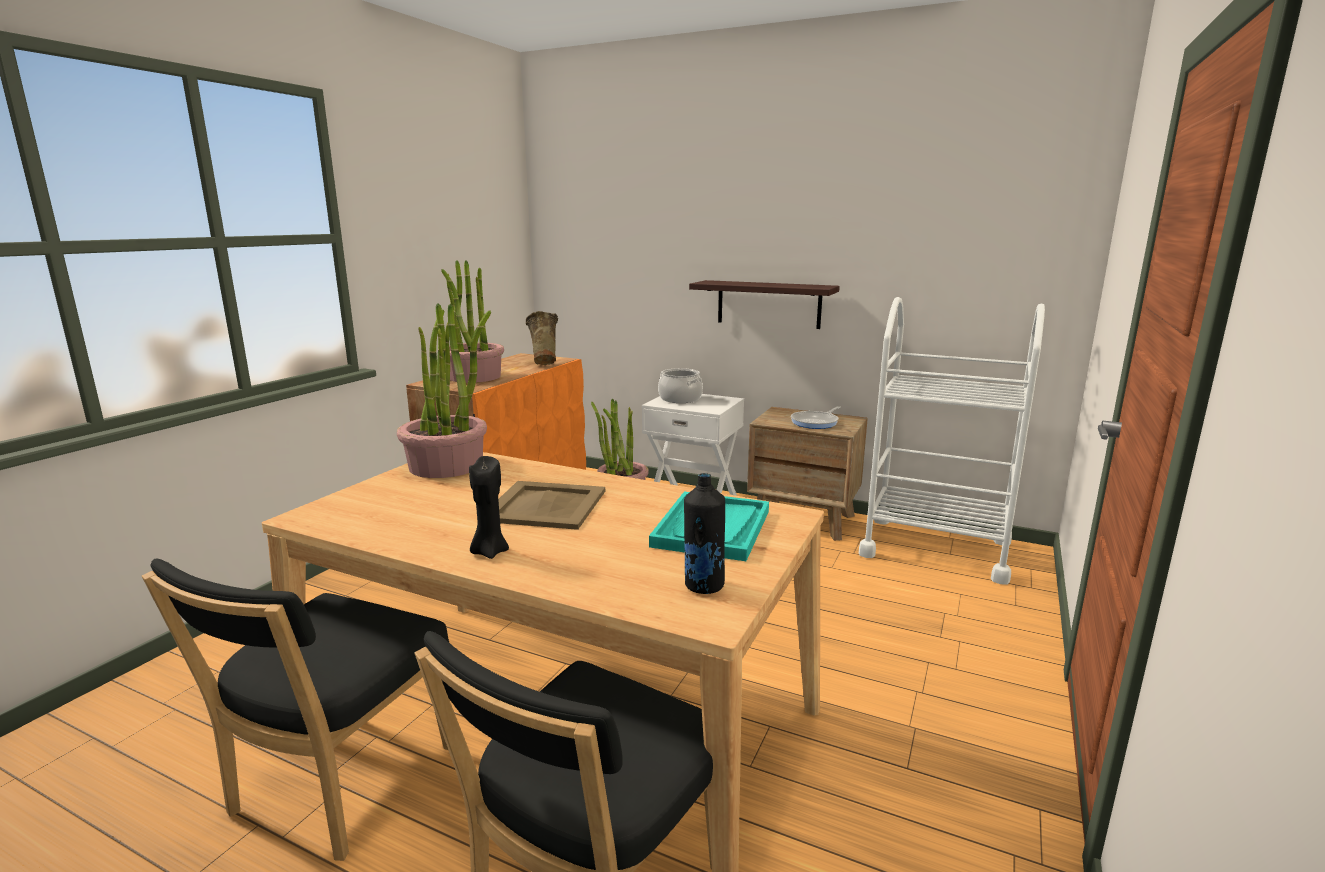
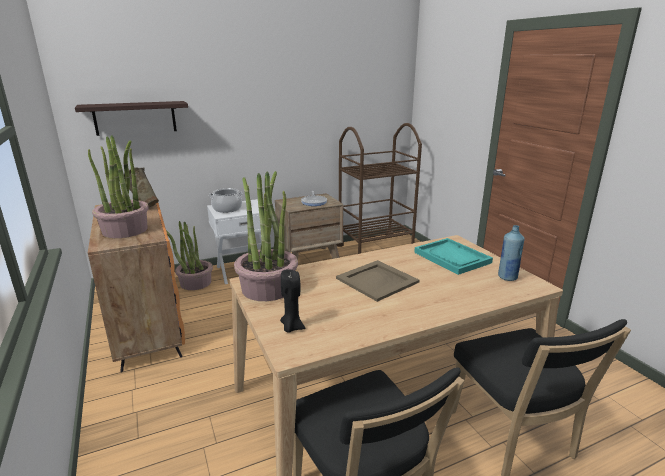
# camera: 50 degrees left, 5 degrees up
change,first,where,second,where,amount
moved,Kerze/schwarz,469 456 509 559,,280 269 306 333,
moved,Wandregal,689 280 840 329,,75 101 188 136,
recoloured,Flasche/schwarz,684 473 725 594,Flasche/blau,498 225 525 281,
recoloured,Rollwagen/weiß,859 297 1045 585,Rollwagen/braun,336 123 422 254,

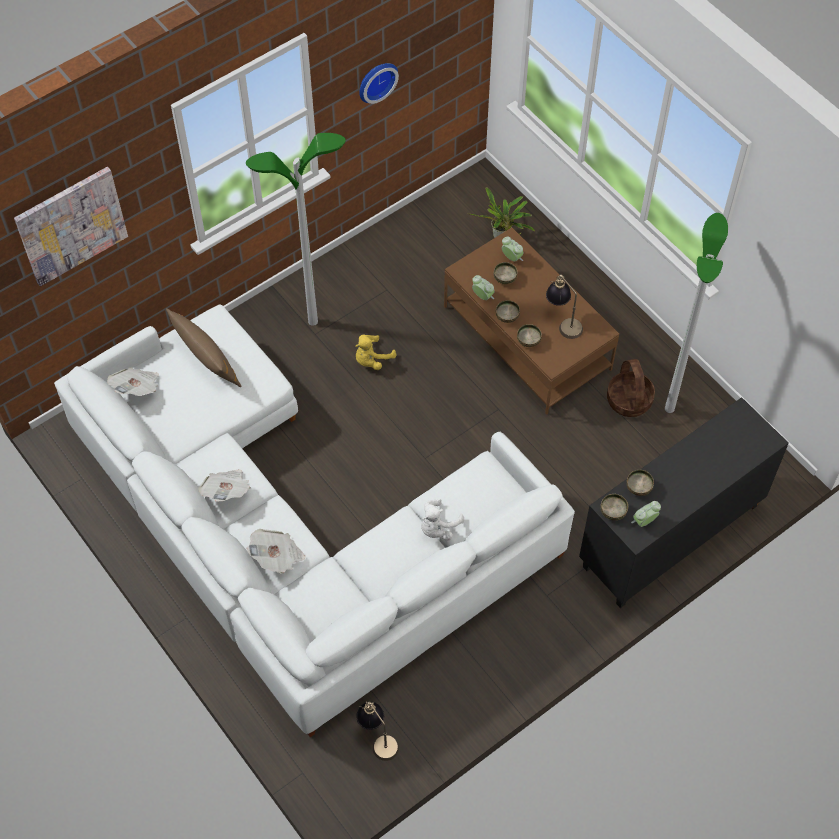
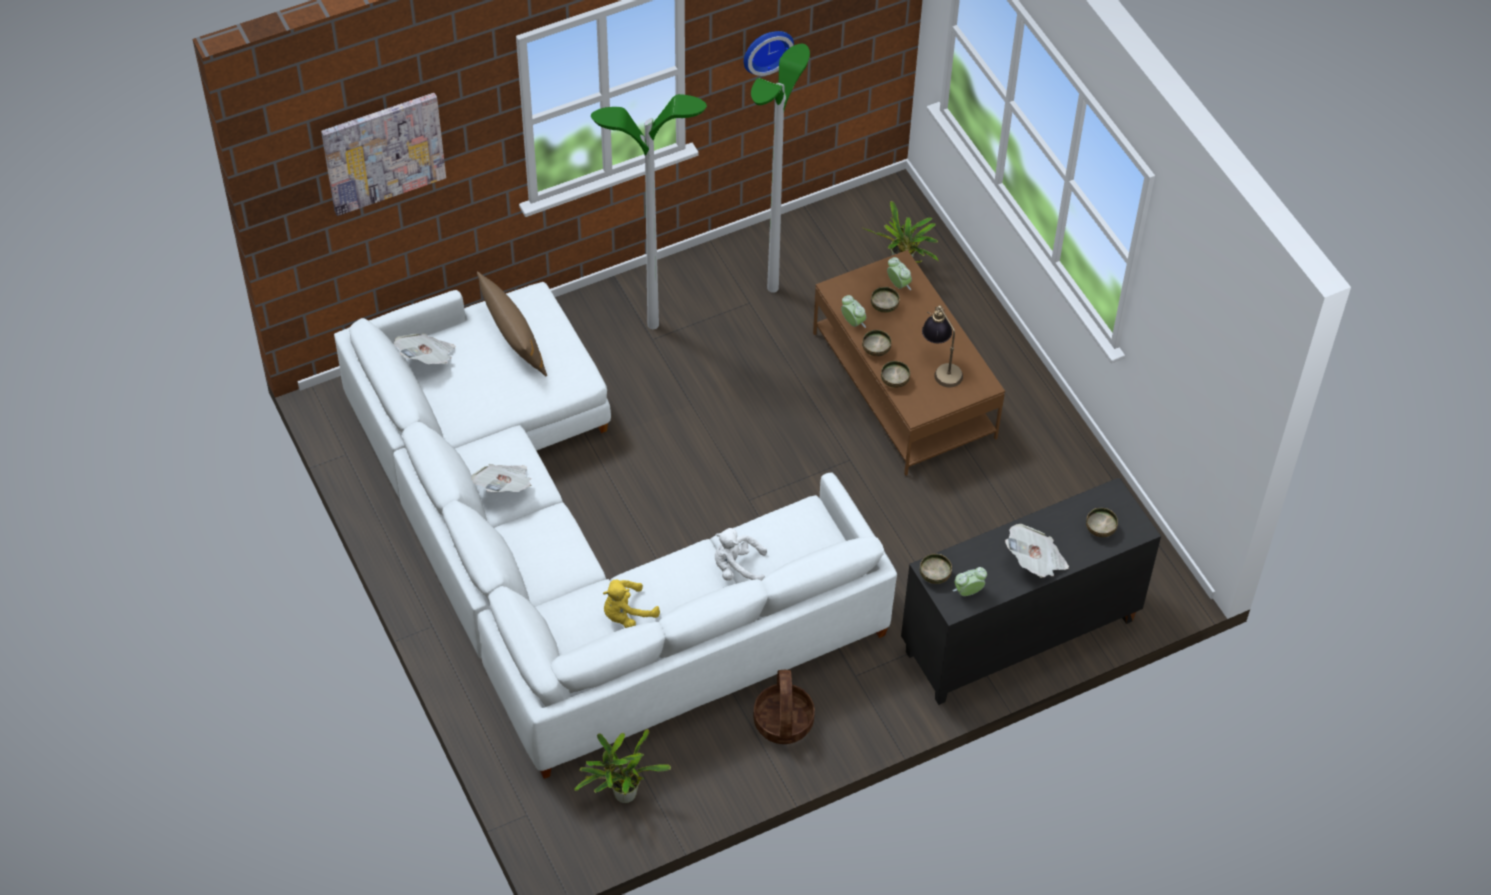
# camera: 10 degrees right, 5 degrees down
change,first,where,second,where,amount
moved,Zeitung,246 529 305 574,,1005 524 1069 578,
moved,Plüschtier/gelb,355 335 396 370,,603 580 660 628,
moved,Korb,607 359 655 417,,753 670 815 744,
moved,Schüssel,626 470 654 496,,1086 508 1118 537,
moved,Stehlampe,665 213 728 413,,751 44 810 293,
replaced,Tischlampe,356 701 399 761,Topfpflanze,574 729 671 803,
turned,Plüschtier/weiß,421 499 464 541,,715 528 767 581,45 degrees clockwise

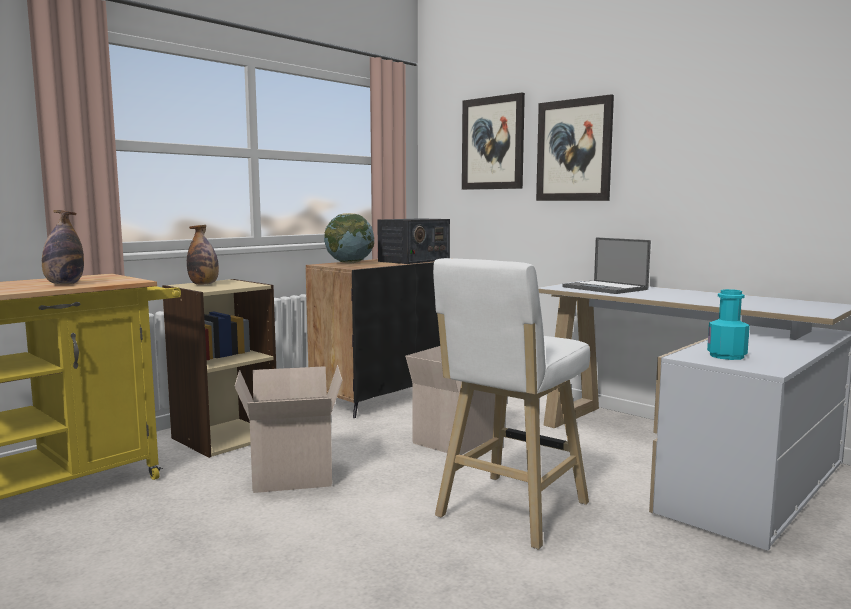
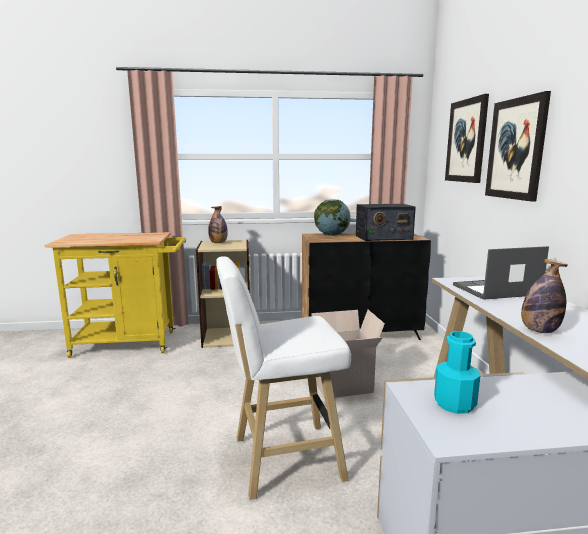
# camera: 40 degrees right, 5 degrees up
change,first,where,second,where,amount
removed,Karton,235 365 342 493,,,
moved,Flasche,42 210 84 284,,521 259 568 333,
turned,Laptop,562 237 651 294,,453 246 549 300,75 degrees clockwise

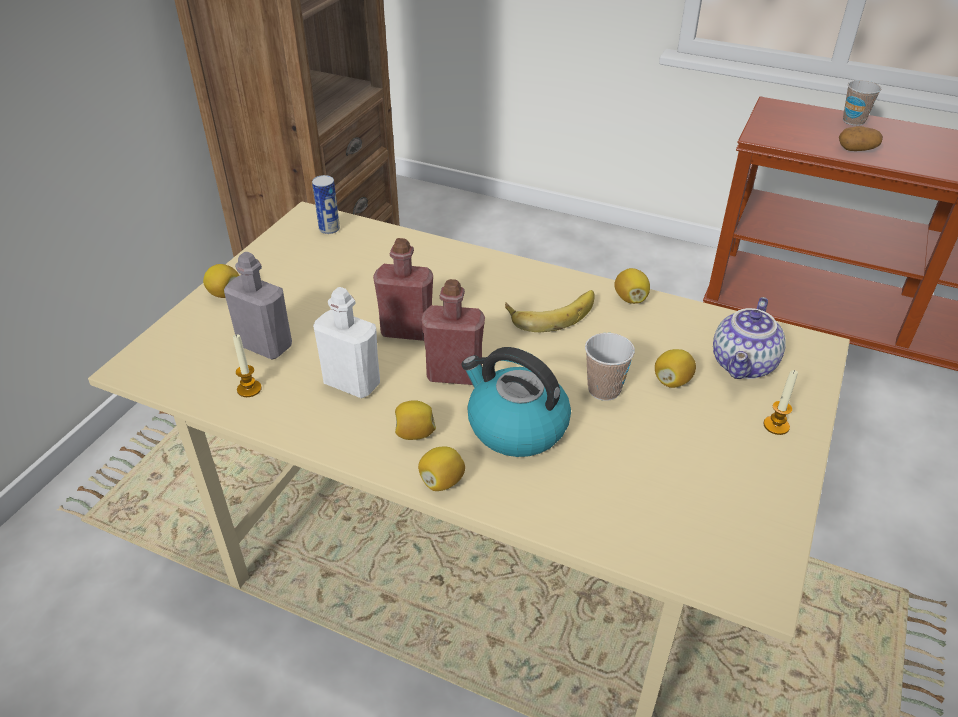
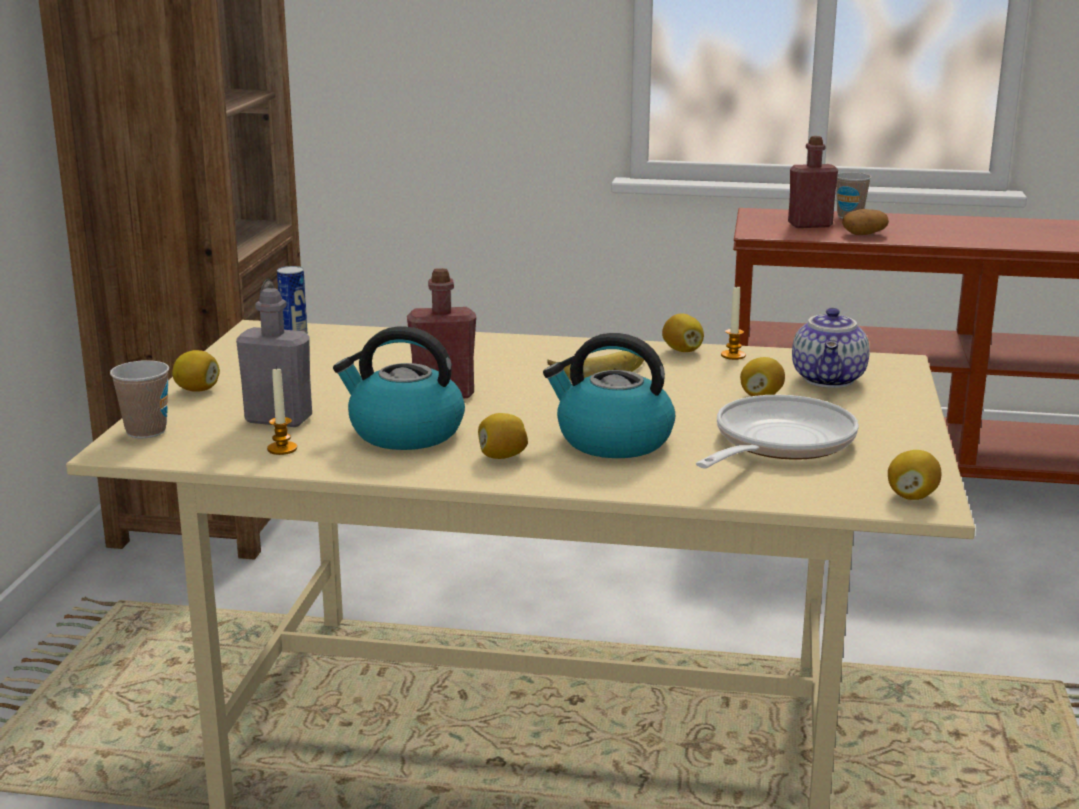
# camera: 15 degrees left, 20 degrees down
change,first,where,second,where,amount
added,,,Pfanne,696 395 859 469,
moved,Zitrone,418 446 465 491,,888 450 941 500,
moved,Flasche/rot,421 279 485 385,,788 136 838 228,
moved,Tasse,585 333 635 401,,110 360 169 438,
moved,Kerze,764 370 798 435,,721 287 746 360,
replaced,Flasche/weiß,313 287 380 398,Wasserkessel,333 327 465 450,

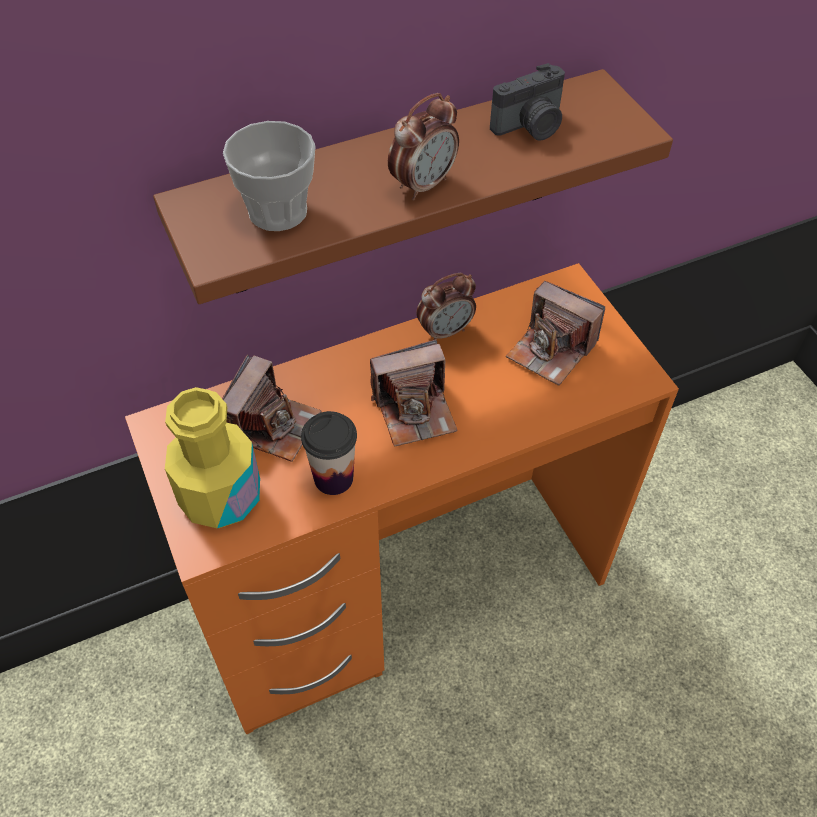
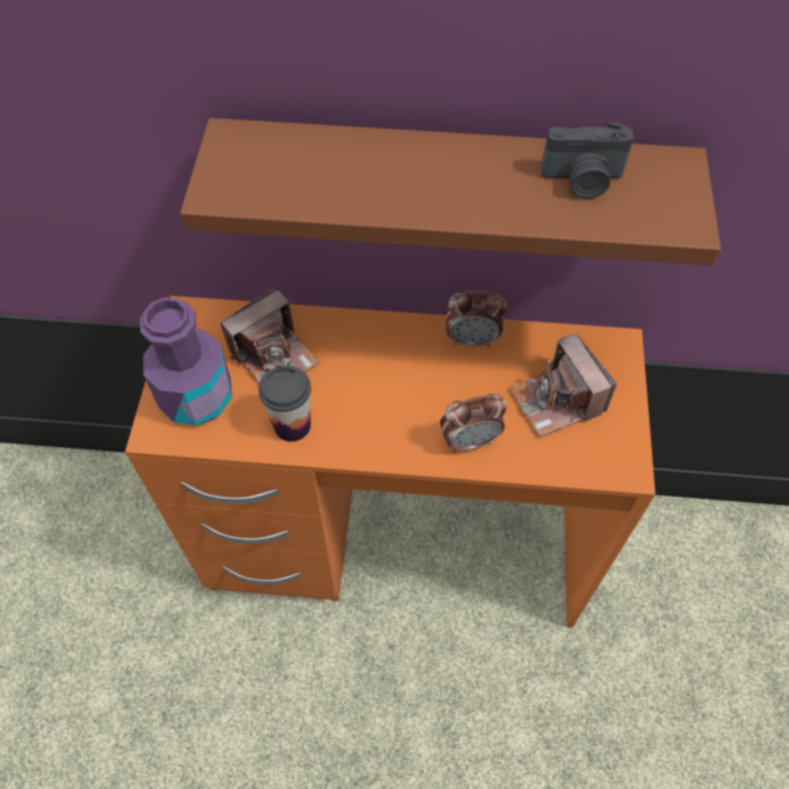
# camera: 30 degrees right, 5 degrees up
change,first,where,second,where,amount
removed,Tasse,223 121 316 231,,,
removed,Kamera,370 339 458 447,,,
moved,Wecker,388 93 459 201,,440 393 507 453,
recoloured,Flasche/gelb,165 387 260 528,Flasche/lila,140 297 232 425,

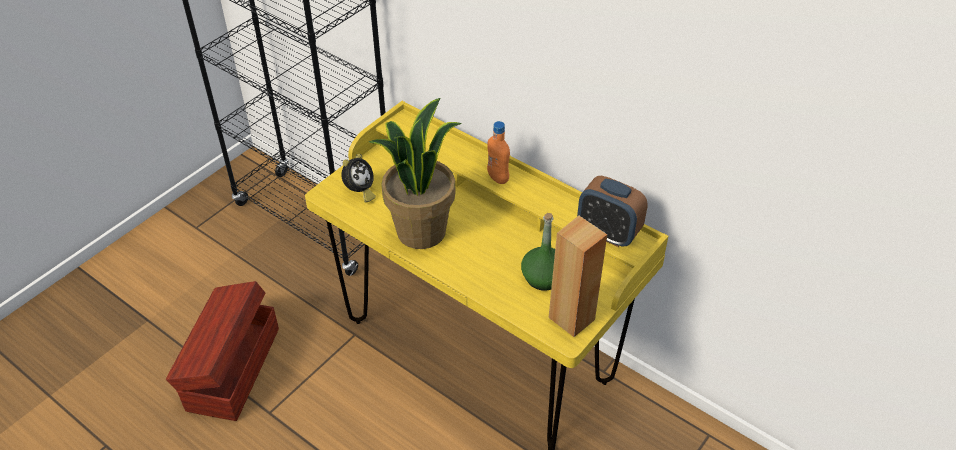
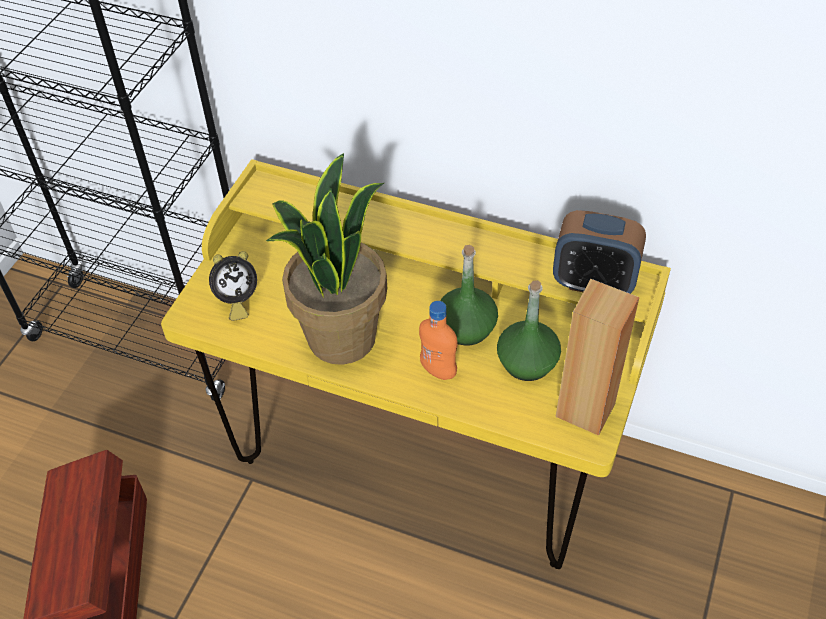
# camera: 15 degrees left, 5 degrees up
change,first,where,second,where,amount
added,,,Flasche/grün,440 245 498 346,
moved,Flasche/orange,487 121 510 184,,419 301 457 380,
turned,Wecker,341 154 376 203,,209 251 257 321,45 degrees clockwise

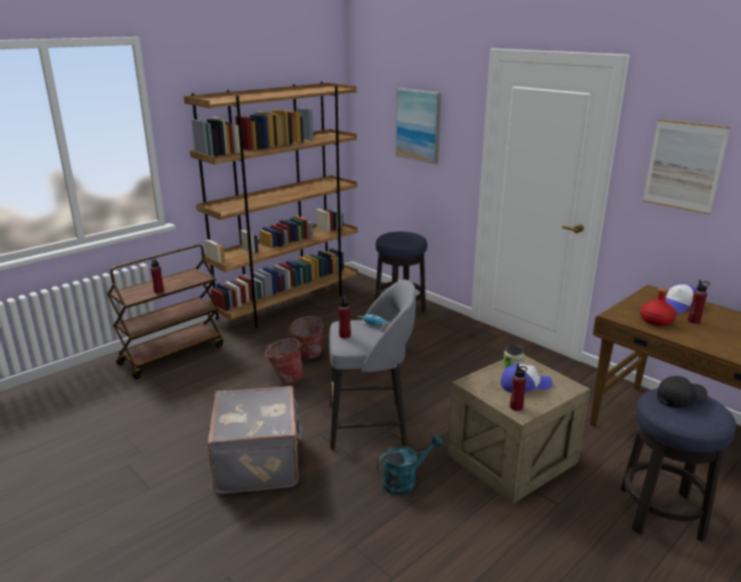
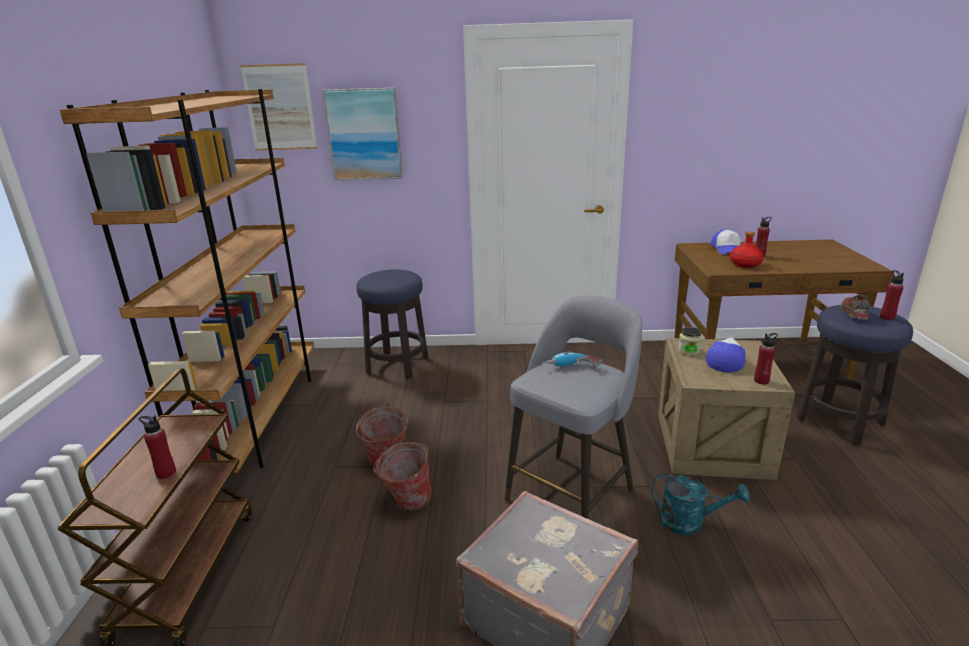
# camera: 45 degrees left, 0 degrees up
change,first,where,second,where,amount
moved,Flasche/rot,339 294 351 338,,880 270 904 320,
moved,Bild,643 119 730 215,,240 63 318 150,
replaced,Kappe/schwarz,657 376 708 408,Schuh/braun,840 294 870 320,
turned,Gießkanne/türkis,376 434 443 495,,652 473 750 535,90 degrees clockwise

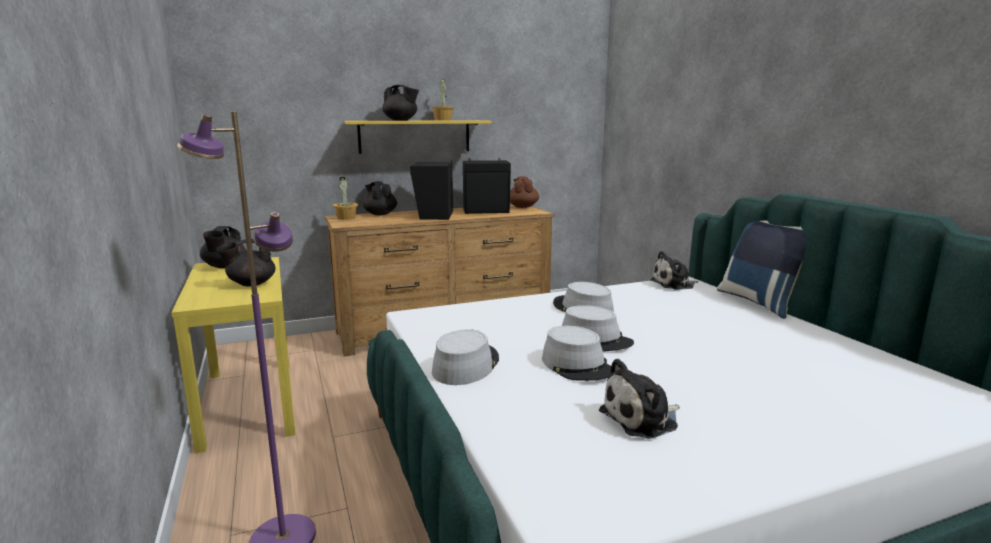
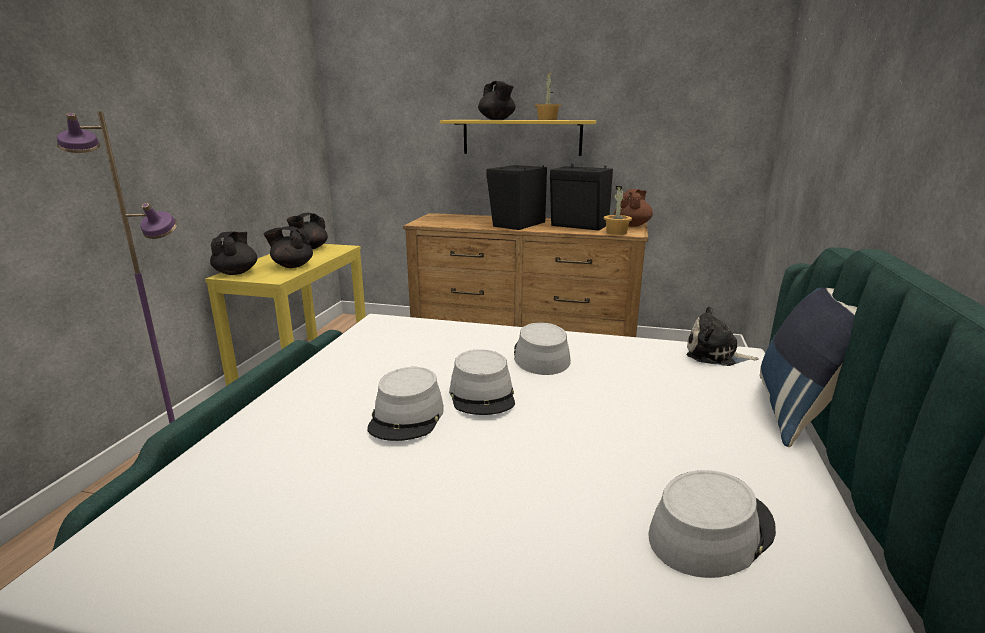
# camera: 35 degrees right, 5 degrees up
change,first,where,second,where,amount
removed,Plüschtier,599 358 680 439,,,
moved,Topfpflanze,333 177 358 220,,604 186 632 235,
moved,Teekanne/schwarz,362 181 397 215,,210 232 257 275,
moved,Hut/grau,432 329 499 385,,648 470 776 578,

